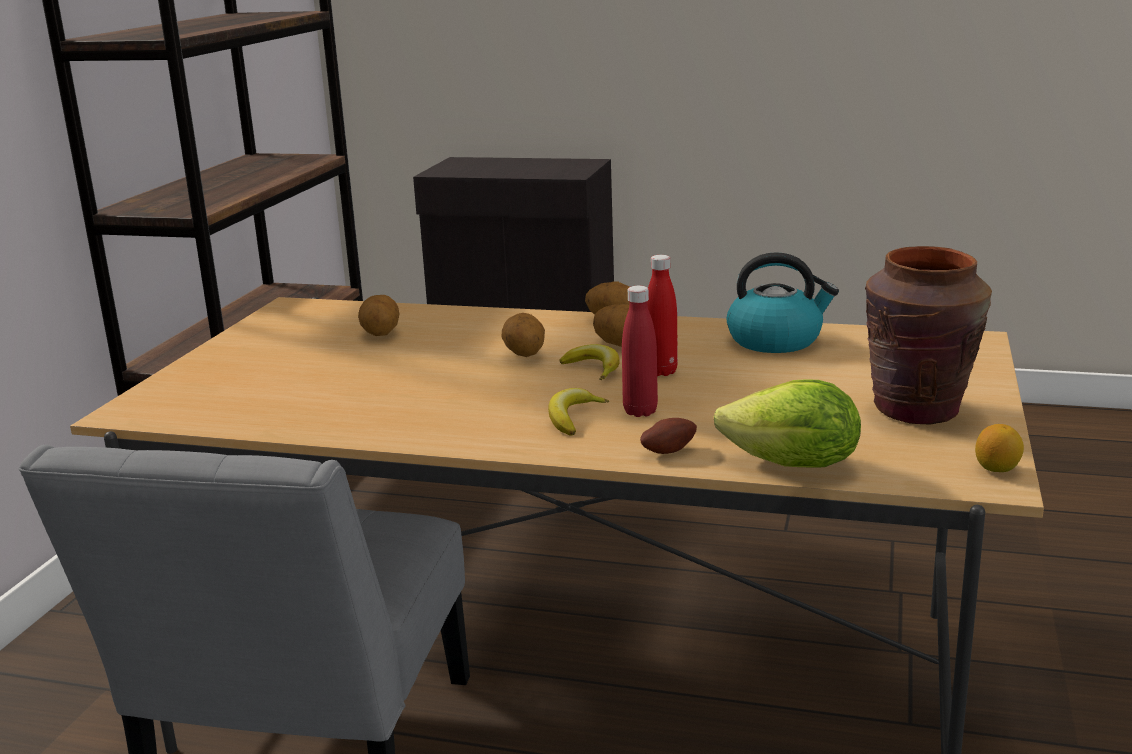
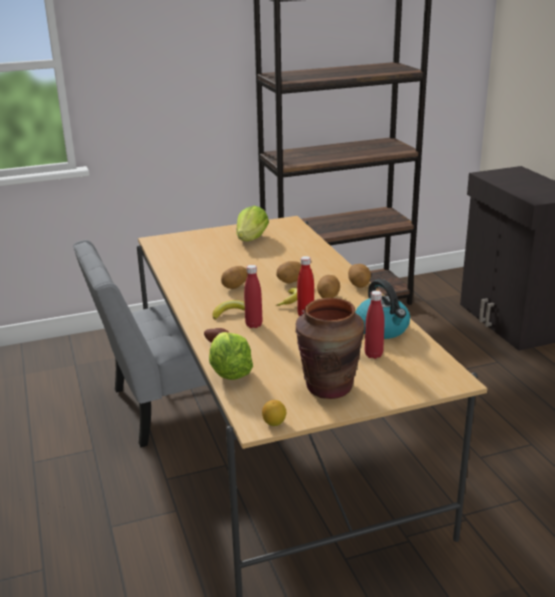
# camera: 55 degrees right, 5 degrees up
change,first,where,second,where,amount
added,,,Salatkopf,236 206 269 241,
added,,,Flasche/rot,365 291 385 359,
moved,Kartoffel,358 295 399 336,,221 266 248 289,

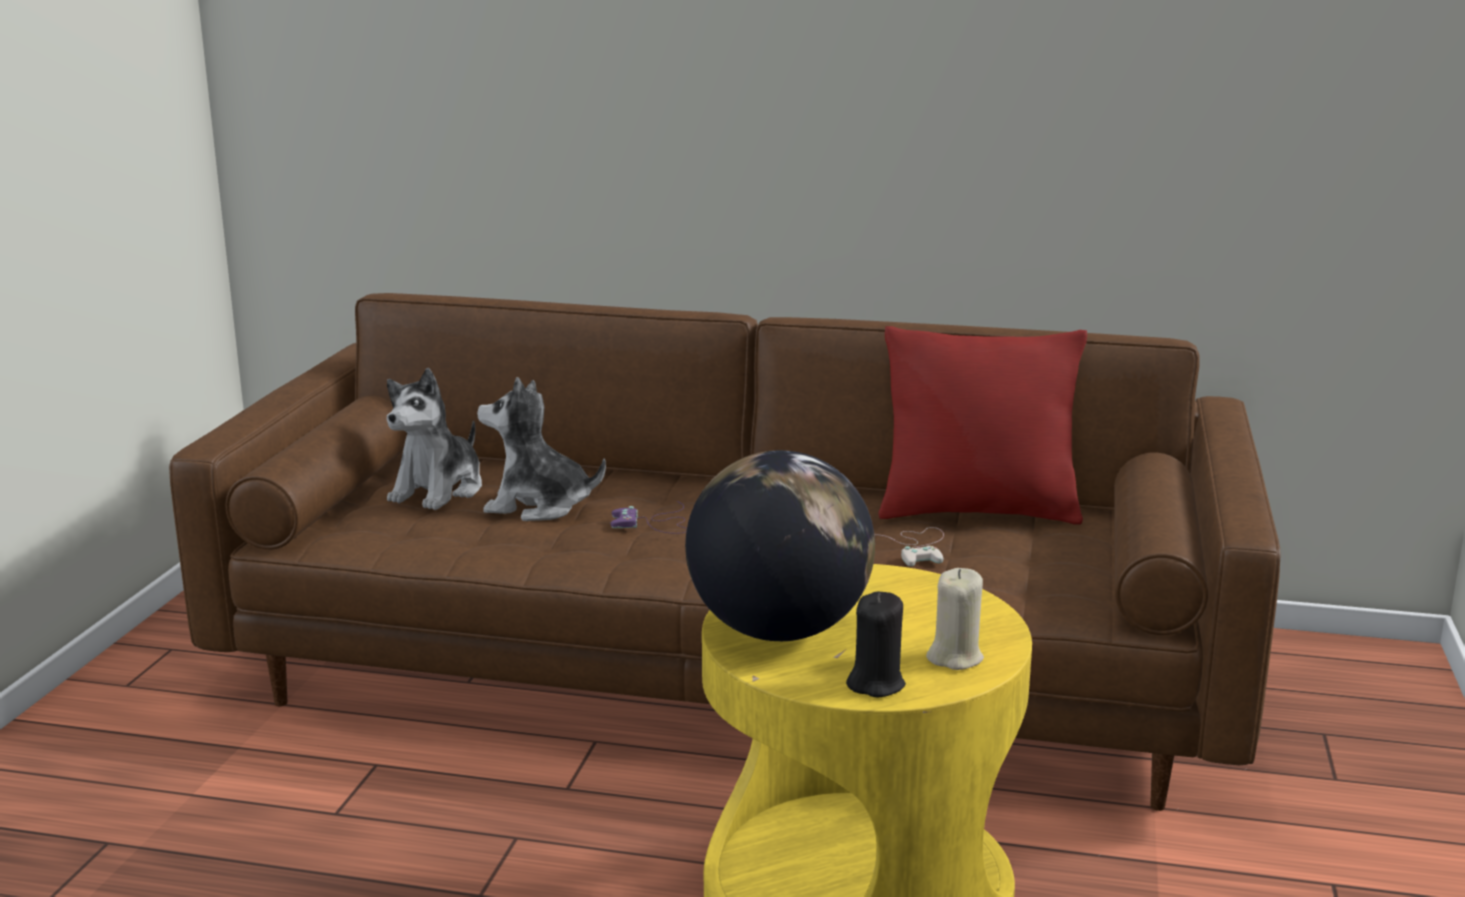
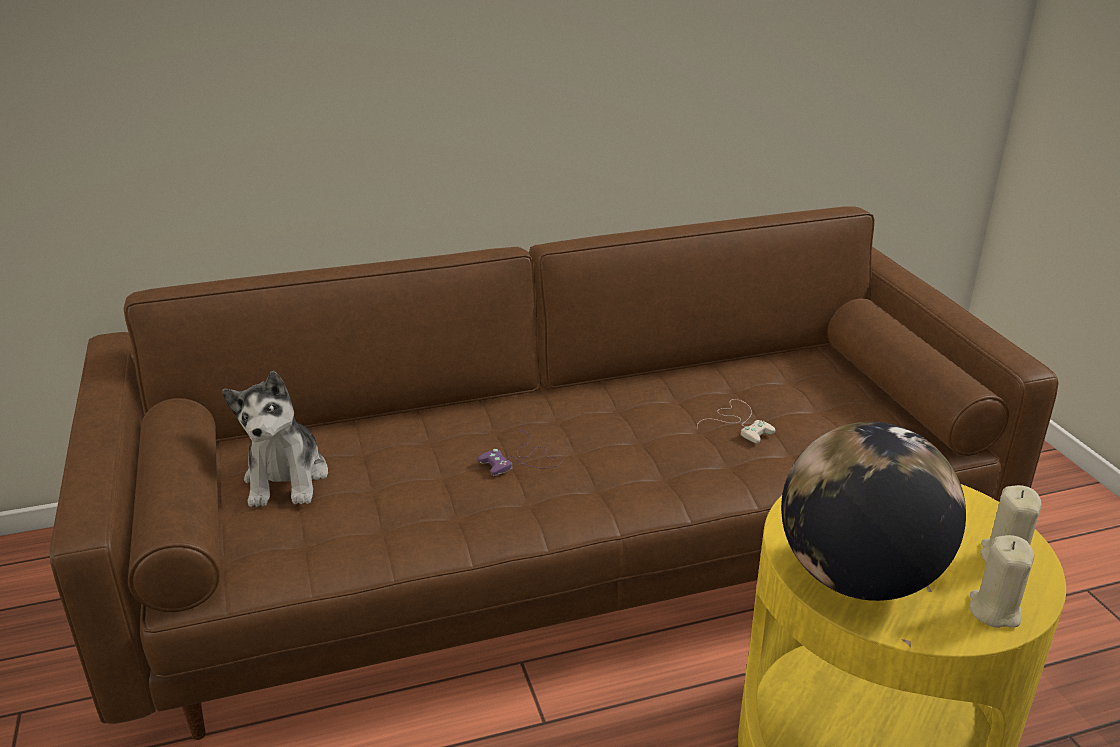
# camera: 30 degrees left, 10 degrees up
change,first,where,second,where,amount
removed,Plüschtier,477 377 606 521,,,
removed,Kissen/rot,878 326 1087 524,,,
recoloured,Kerze/schwarz,846 592 906 697,Kerze/beige,969 535 1034 628,

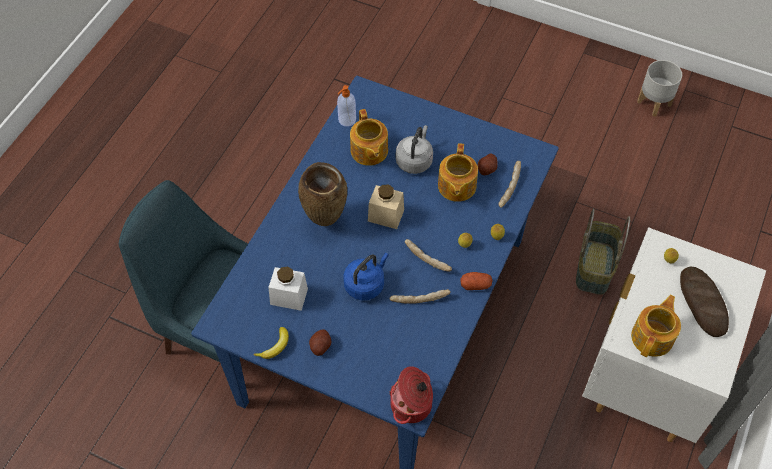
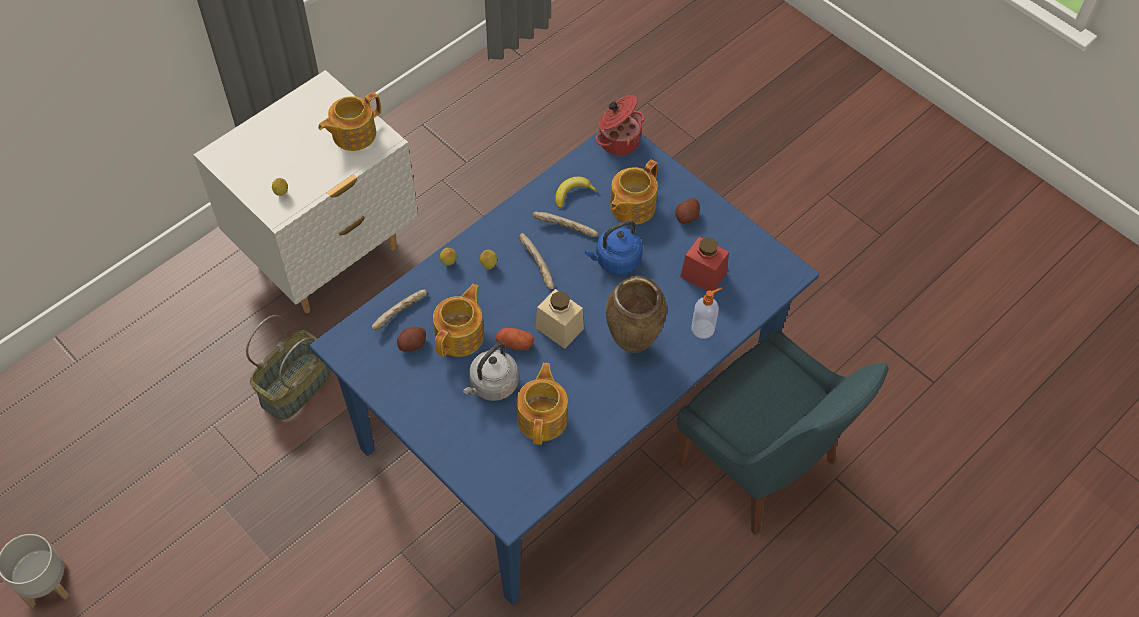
# camera: 160 degrees left, 0 degrees up
change,first,where,second,where,amount
removed,Brot,680 267 729 337,,,
added,,,Teekanne,610 160 658 224,
moved,Banane,253 327 289 359,,555 177 598 209,
moved,Seifenspender,337 85 356 127,,691 288 722 339,
moved,Kartoffel,460 272 493 290,,496 328 534 350,
recoloured,Vorratsglas/weiß,268 266 308 311,Vorratsglas/rot,680 237 729 291,

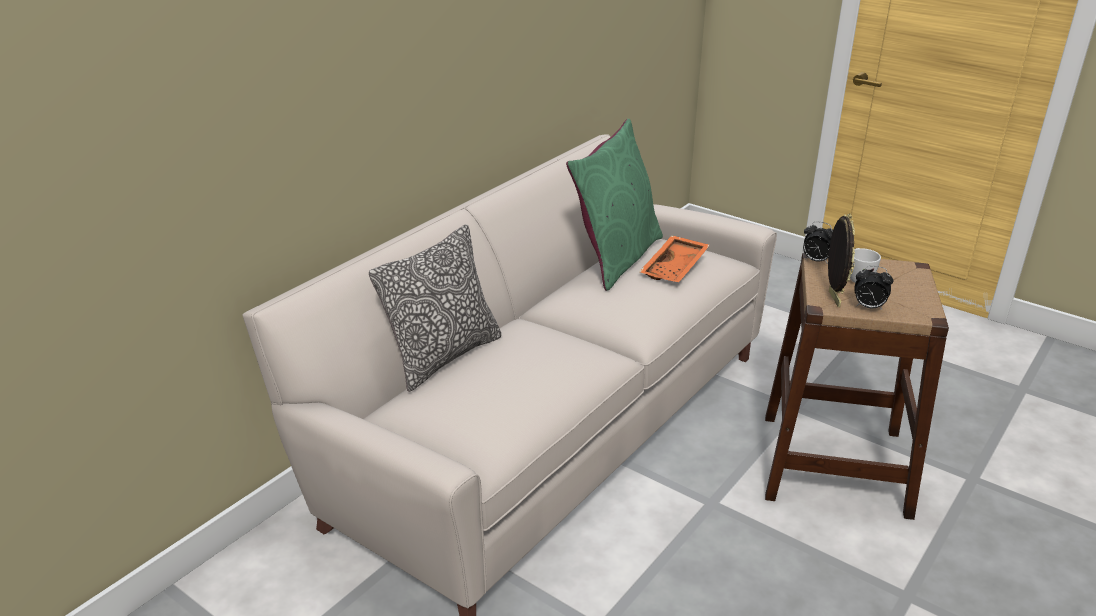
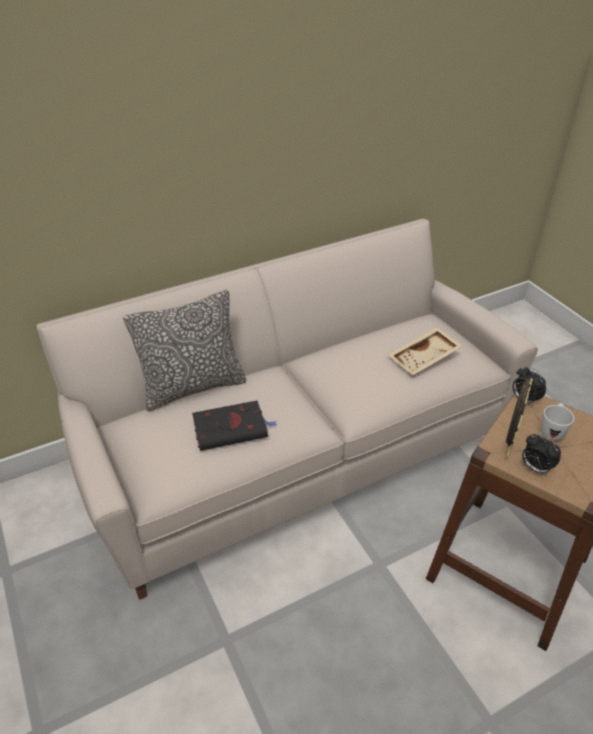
# camera: 25 degrees right, 10 degrees up
change,first,where,second,where,amount
removed,Kissen/grün,566 119 663 291,,,
added,,,Buch/schwarz,192 401 277 451,
recoloured,Tablett/orange,639 235 710 282,Tablett/beige,388 327 462 375,

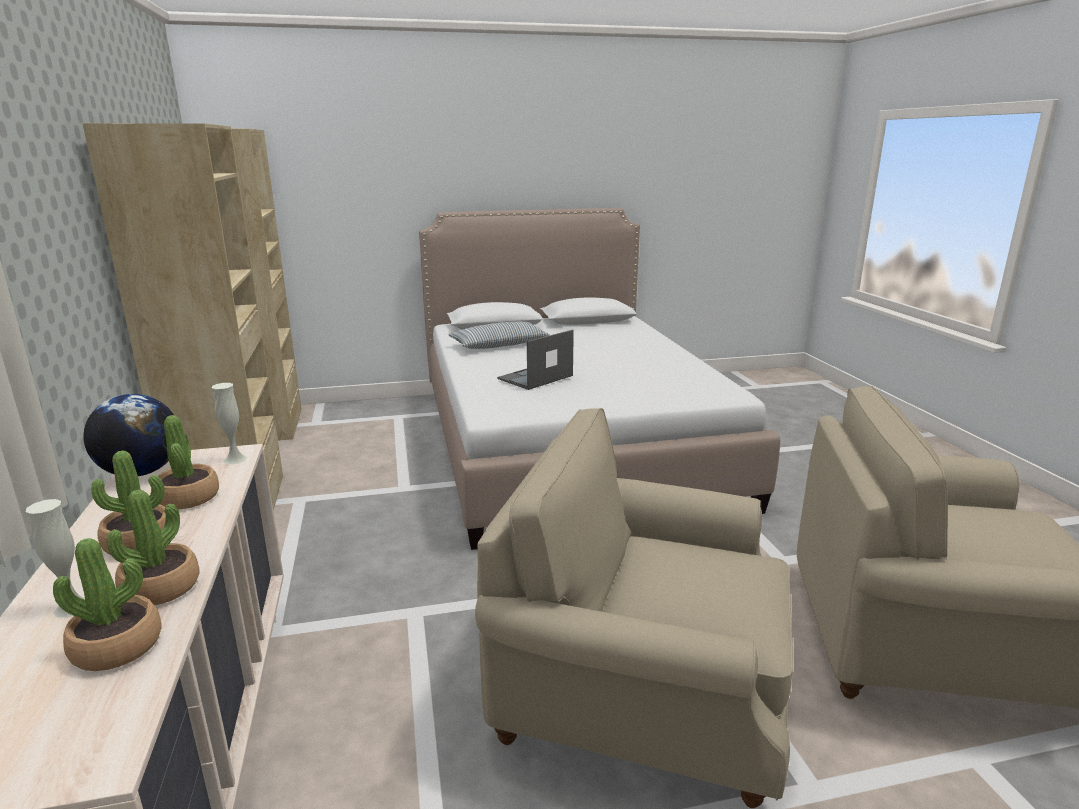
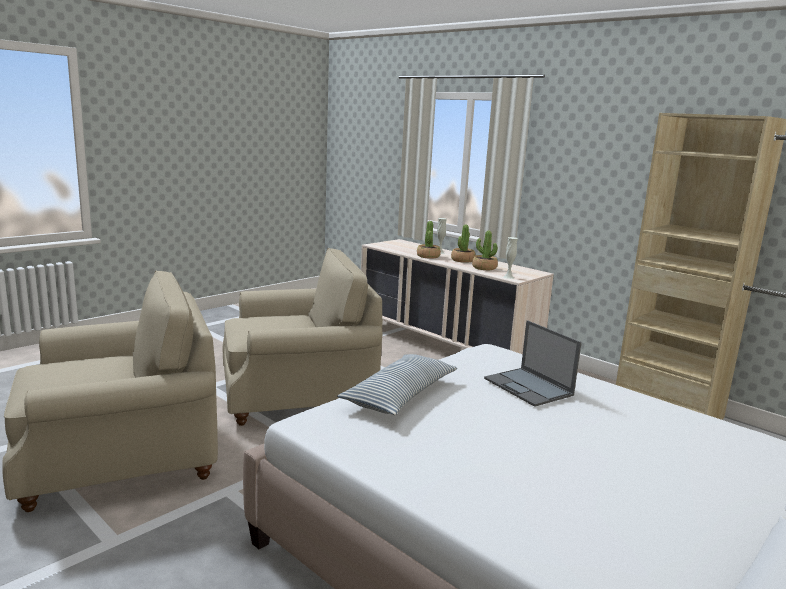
# camera: 145 degrees right, 5 degrees down
change,first,where,second,where,amount
removed,Topfpflanze,53 538 162 671,,,
removed,Globus,83 394 174 476,,,
moved,Kissen,449 321 550 349,,337 354 457 415,
turned,Laptop,497 330 574 390,,484 320 581 407,135 degrees clockwise

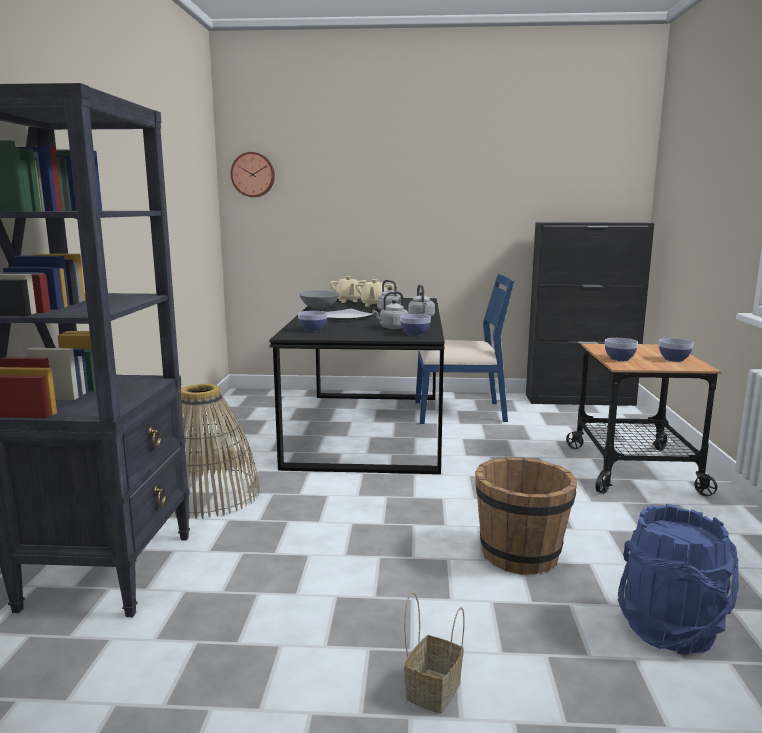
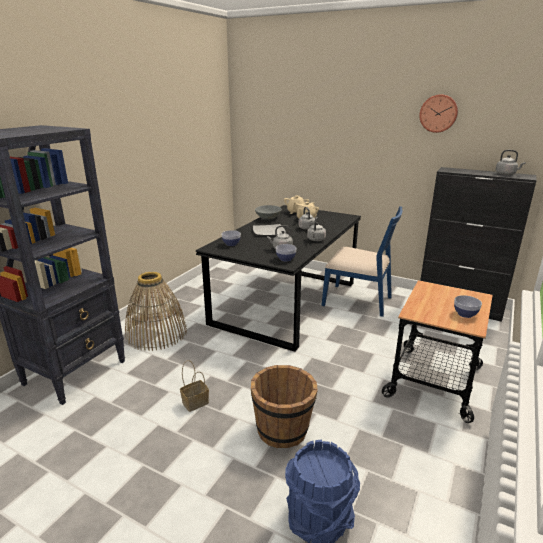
# camera: 25 degrees right, 10 degrees up
change,first,where,second,where,amount
removed,Schüssel,605 338 638 361,,,
added,,,Wasserkessel/grau,495 150 526 175,
moved,Wanduhr,231 152 275 197,,419 94 458 133,
moved,Korb,404 592 465 714,,180 360 209 412,

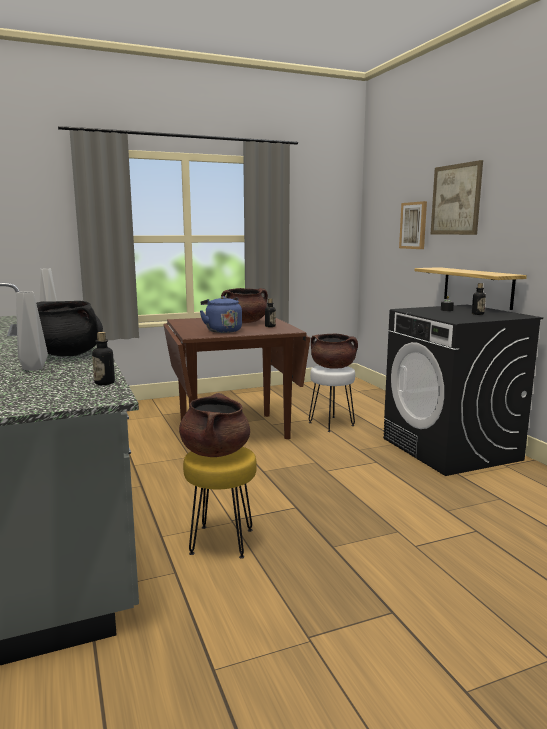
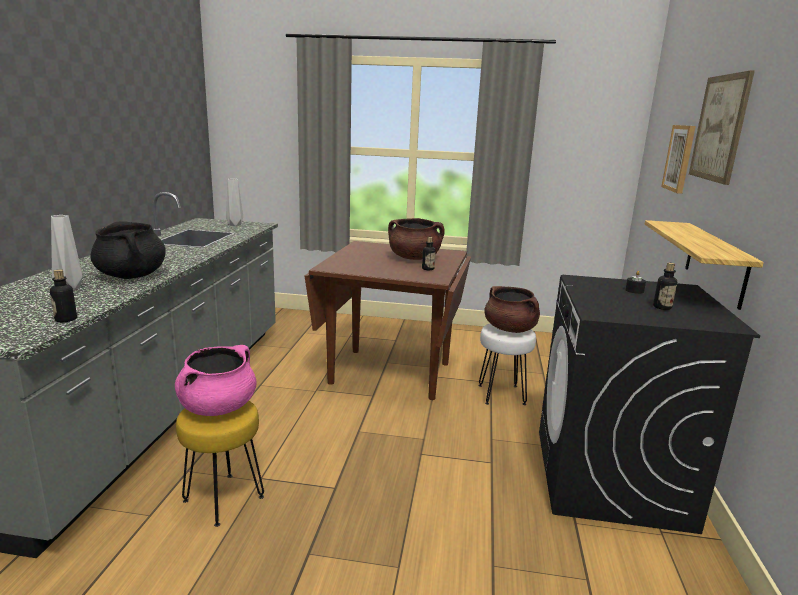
# camera: 30 degrees right, 5 degrees up
change,first,where,second,where,amount
removed,Wasserkessel/blau,200 296 242 333,,,
recoloured,Kochtopf/braun,179 393 250 457,Kochtopf/rosa,175 345 256 416,

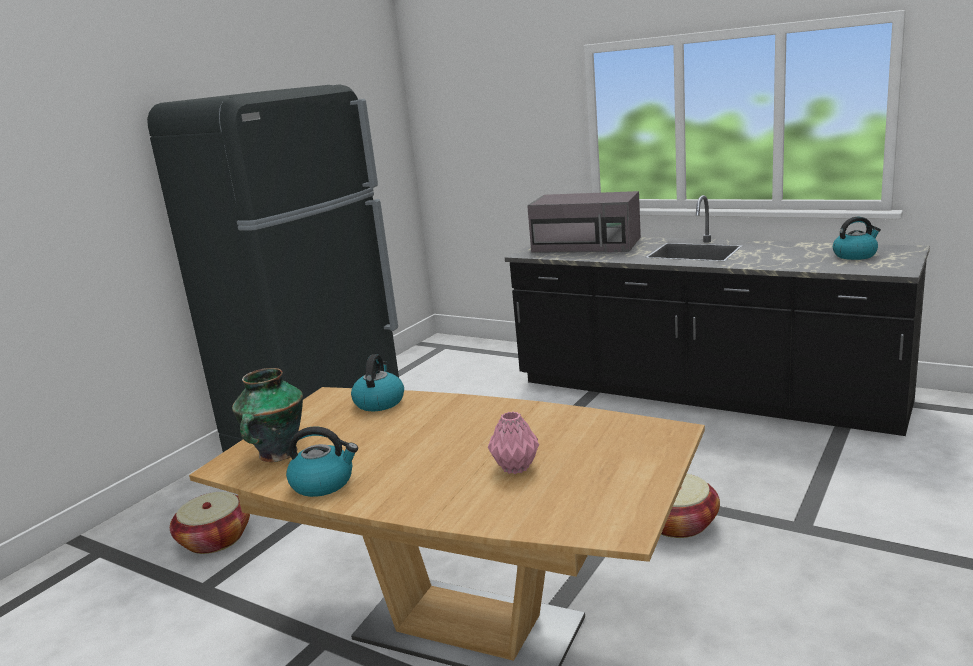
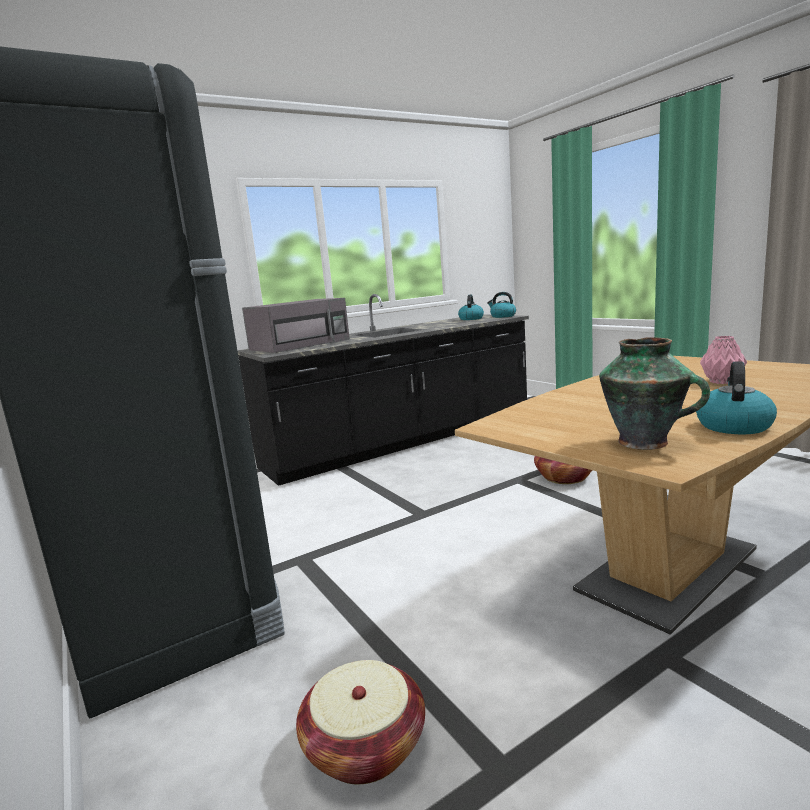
# camera: 65 degrees left, 5 degrees down
change,first,where,second,where,amount
moved,Wasserkessel,351 354 404 411,,487 292 516 318,

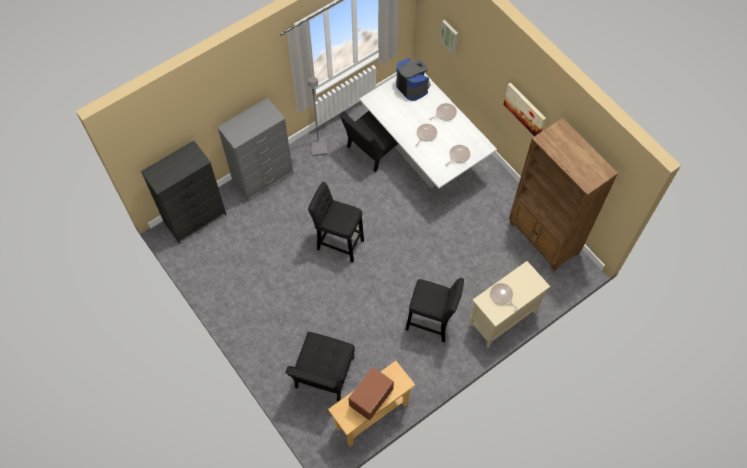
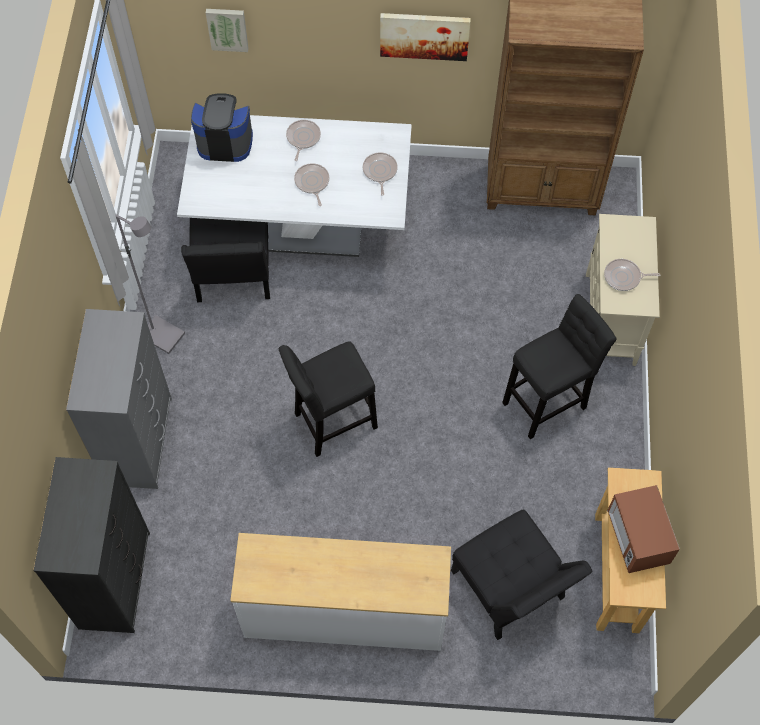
# camera: 50 degrees left, 0 degrees up
change,first,where,second,where,amount
added,,,Kommode/weiß,230 533 451 651,

